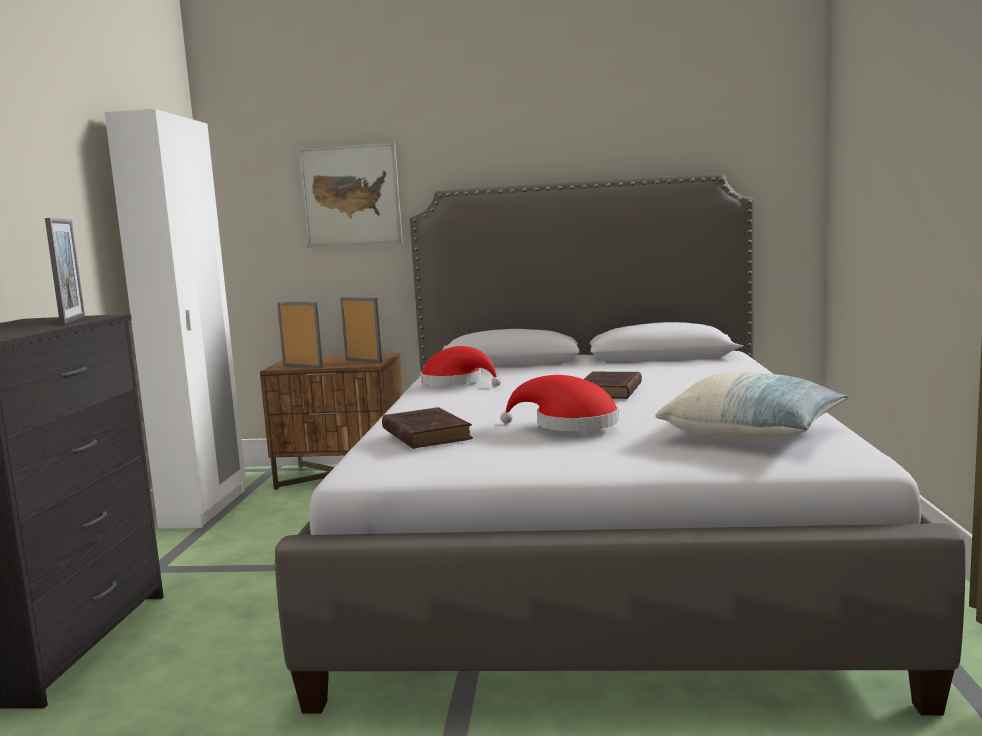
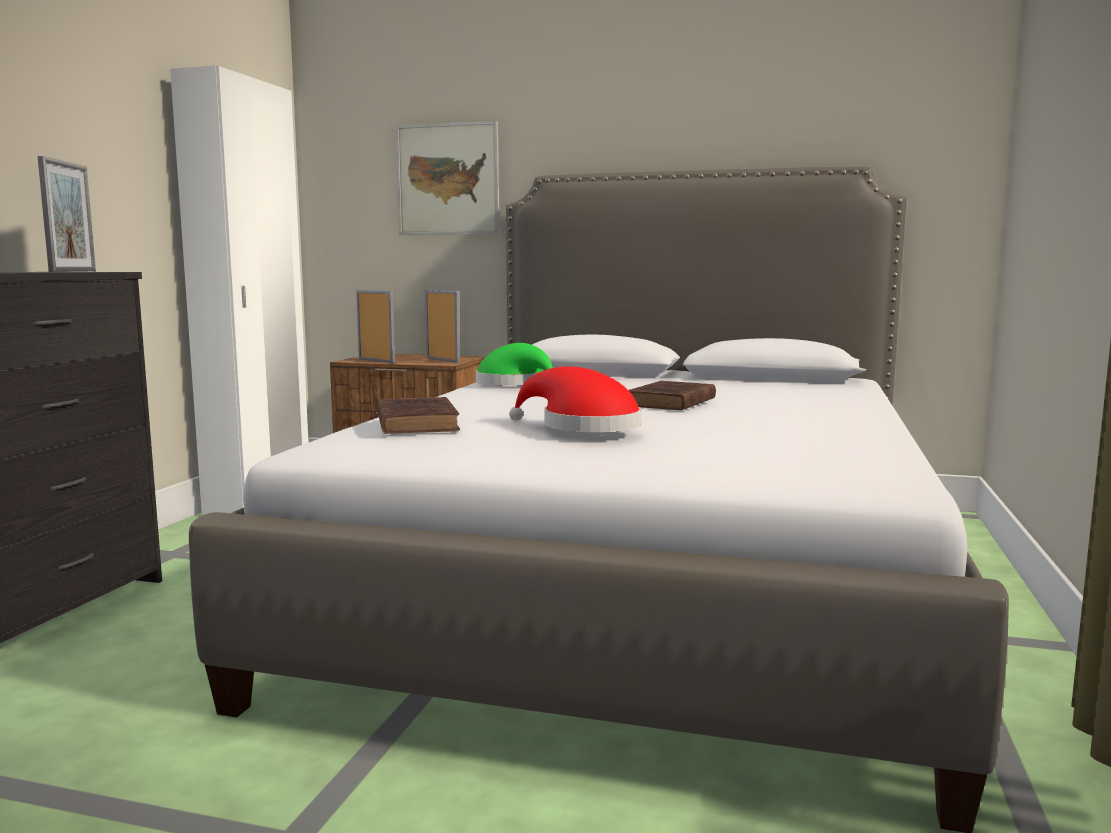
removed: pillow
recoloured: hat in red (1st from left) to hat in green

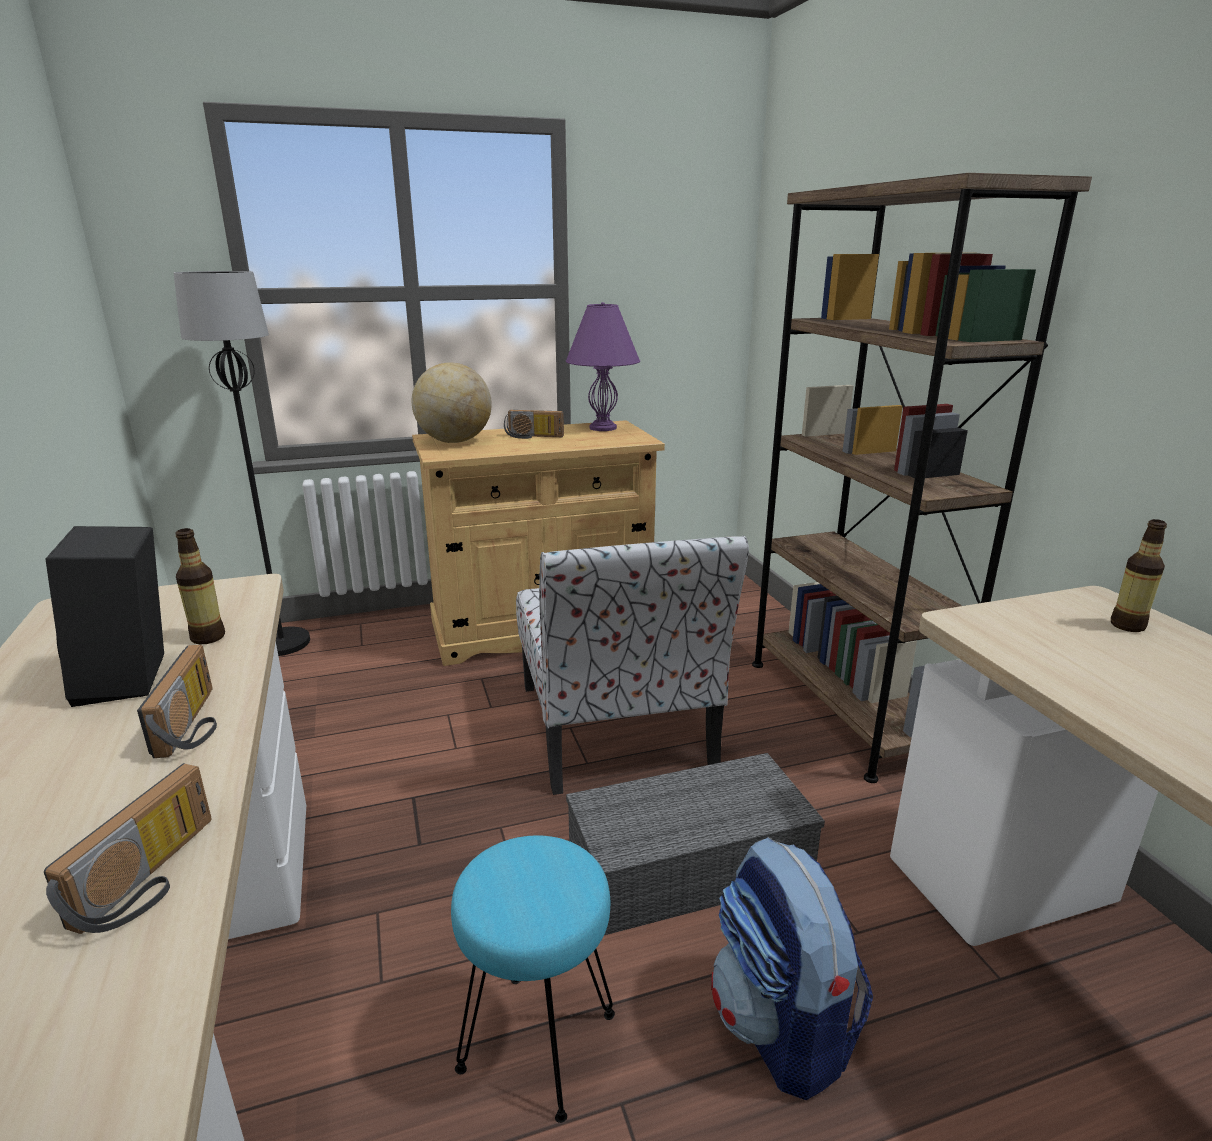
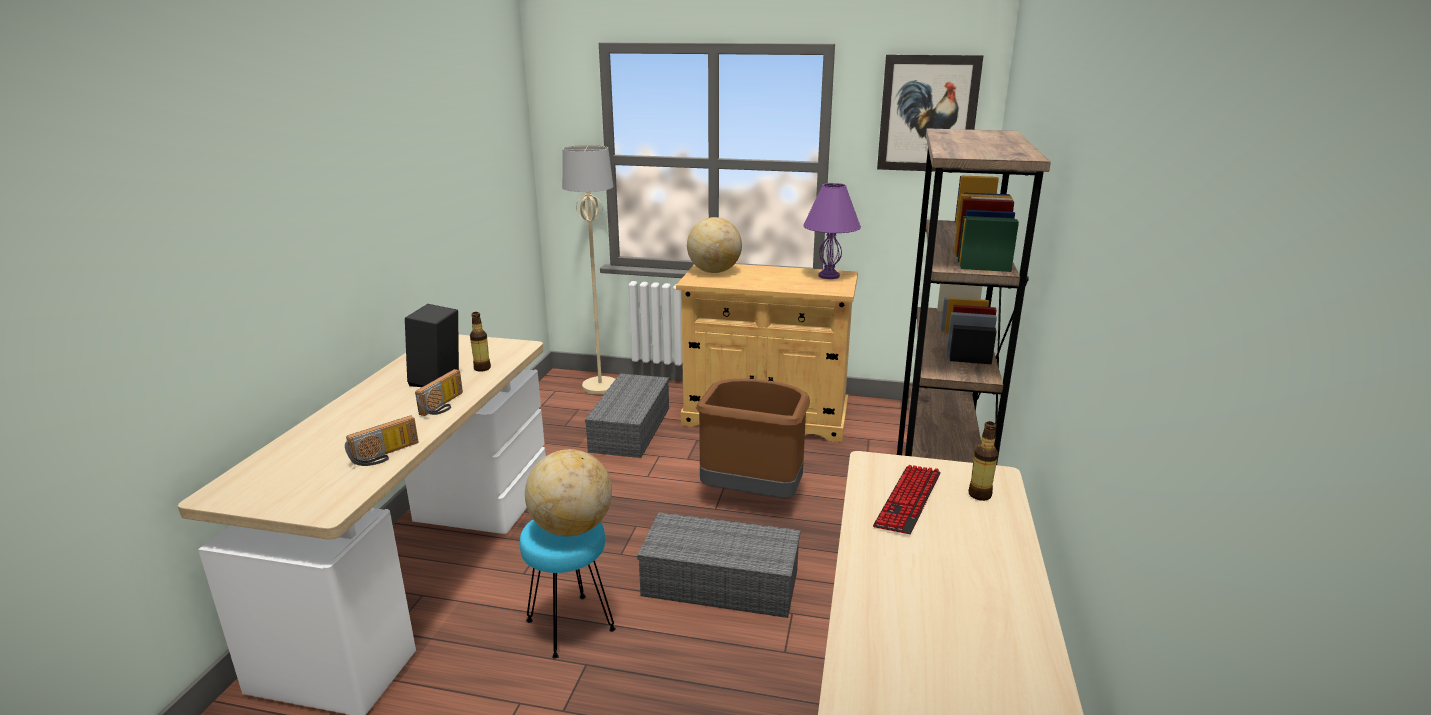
removed: radio (3rd from left); backpack
added: picture; storage box in grey (1st from left); globe (1st from left); keyboard
replaced: chair to trash can in brown
recoloured: floor lamp in black to floor lamp in beige

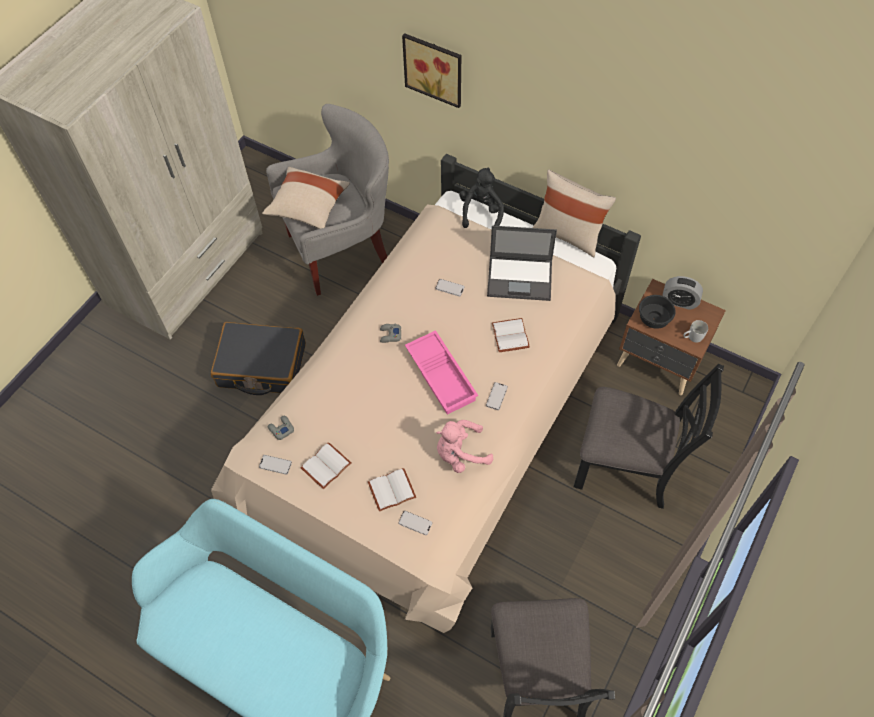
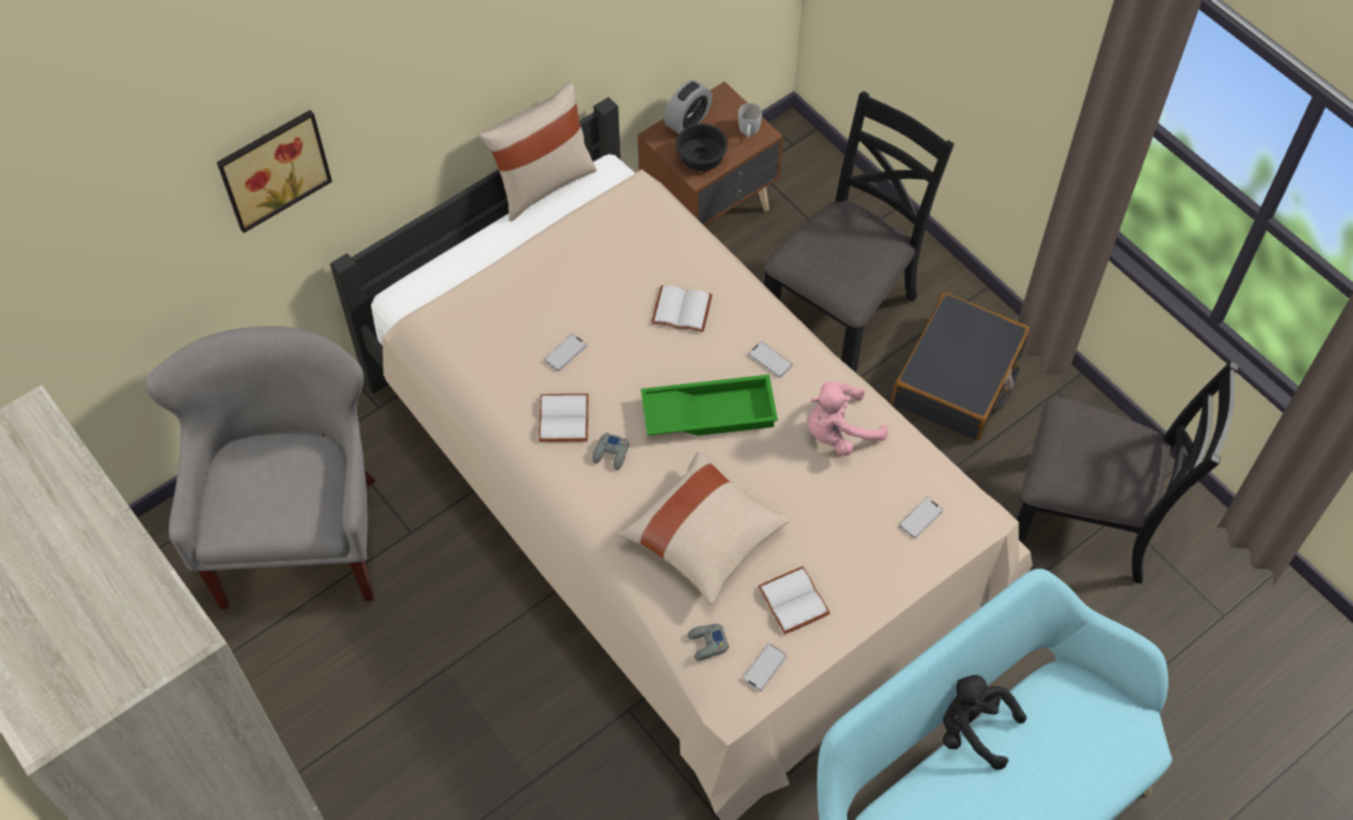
removed: laptop
moved: pillow in beige (1st from left in the first image) to pillow in beige (2nd from left); plush toy in black; suitcase in black; book in white (2nd from left in the first image) to book in white (1st from left)
recoloured: tray in pink to tray in green
turned: plush toy in pink 60 degrees clockwise

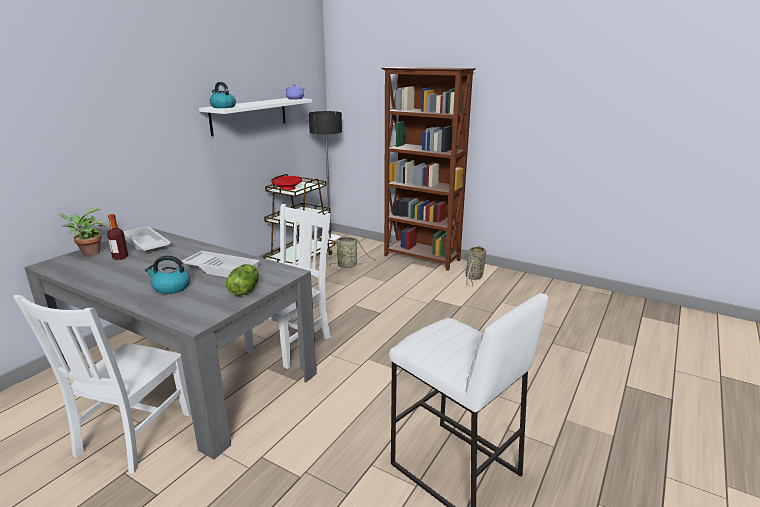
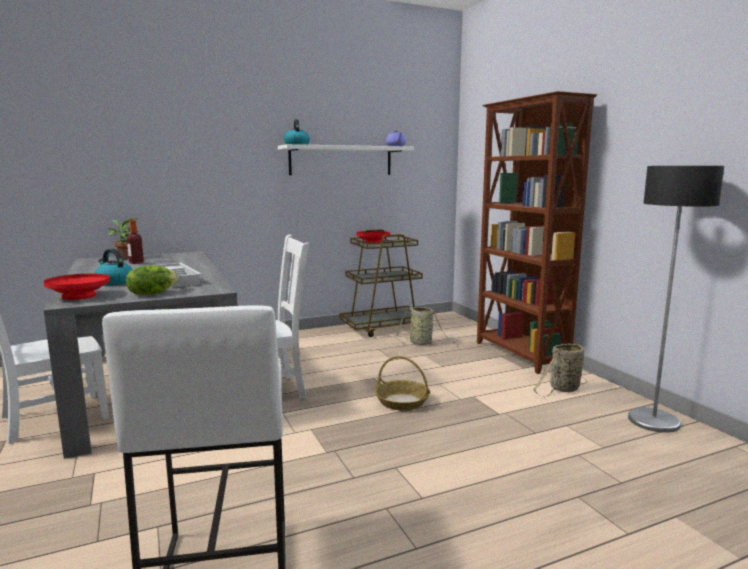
removed: tray in white (1st from left)
added: bowl in red (1st from left); basket (1st from left)
moved: floor lamp

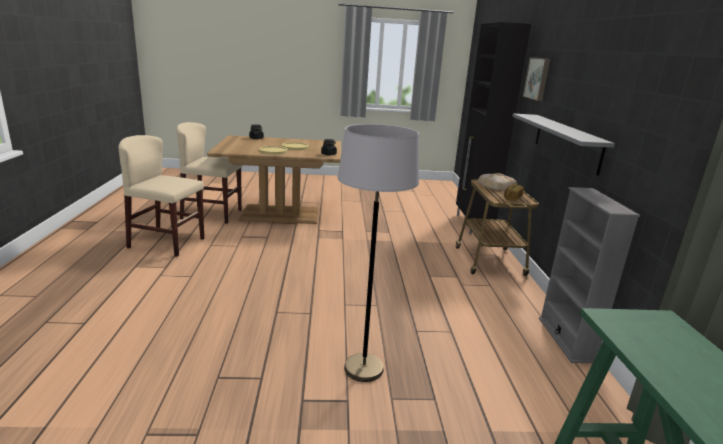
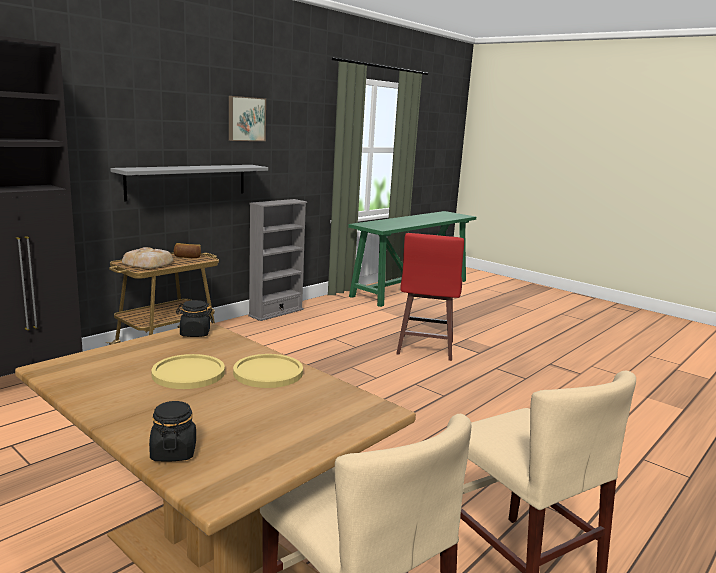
moved: picture
replaced: floor lamp in grey to stool in red

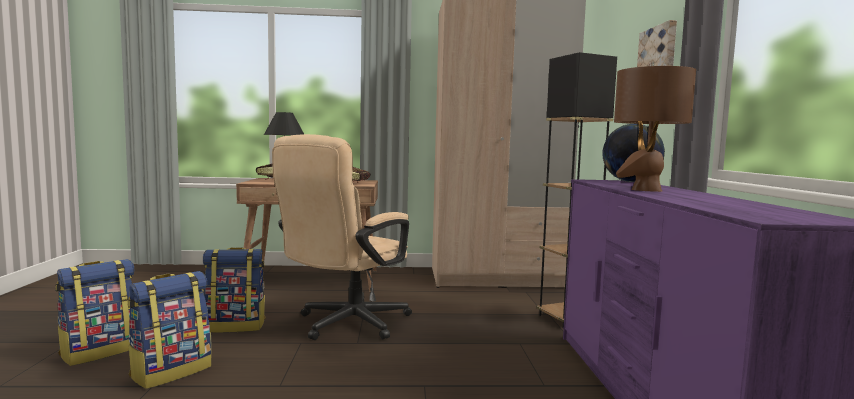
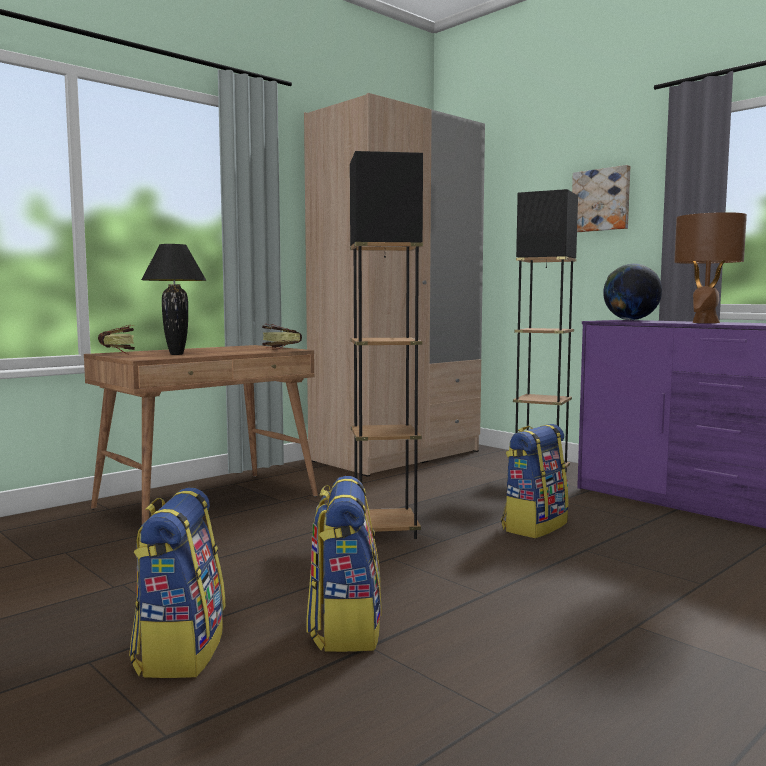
moved: backpack (3rd from left)
replaced: office chair in beige to floor lamp in black (1st from left)

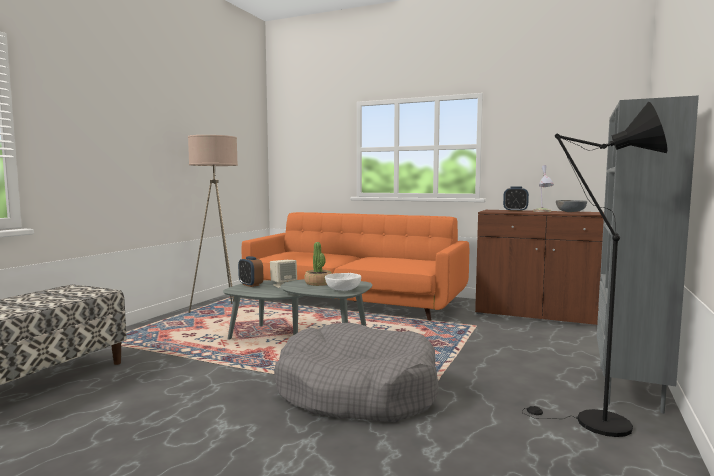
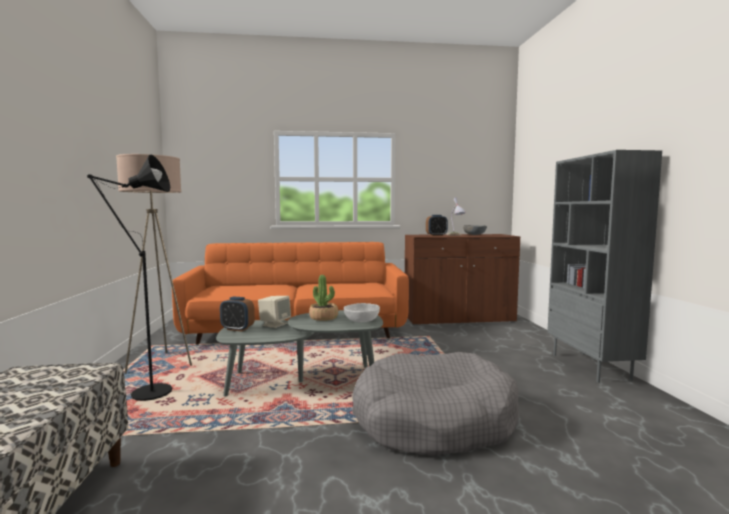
moved: floor lamp in black

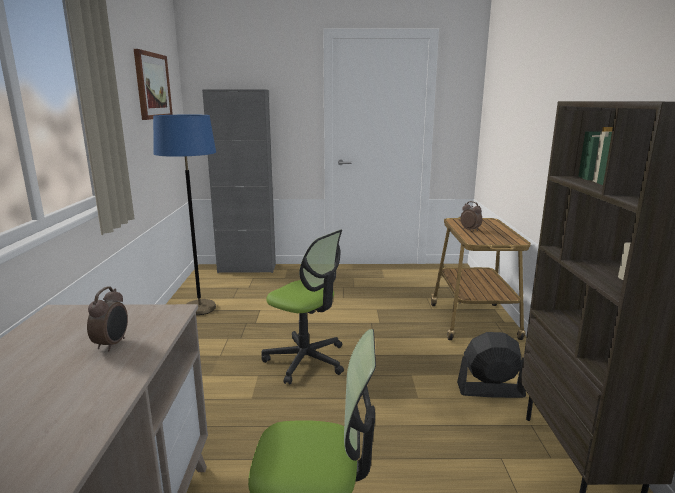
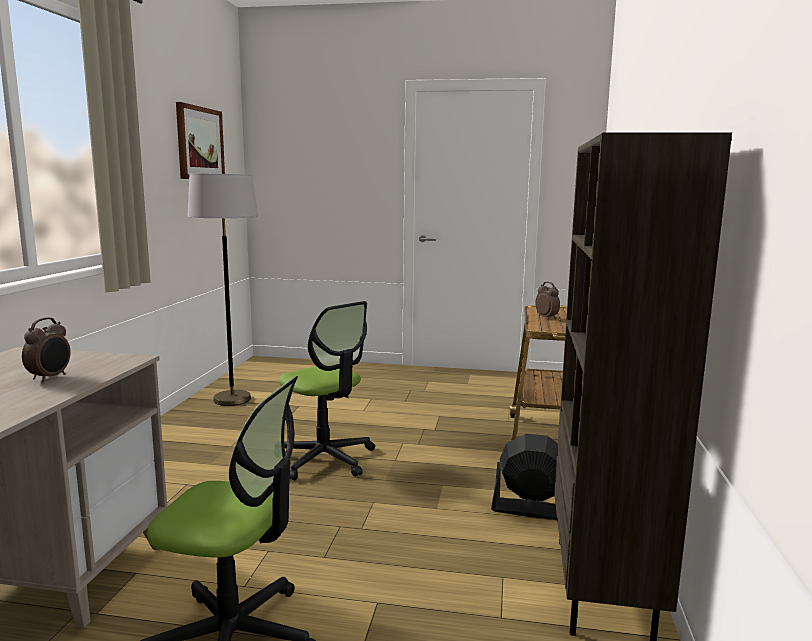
removed: cabinet in grey
recoloured: floor lamp in blue to floor lamp in grey

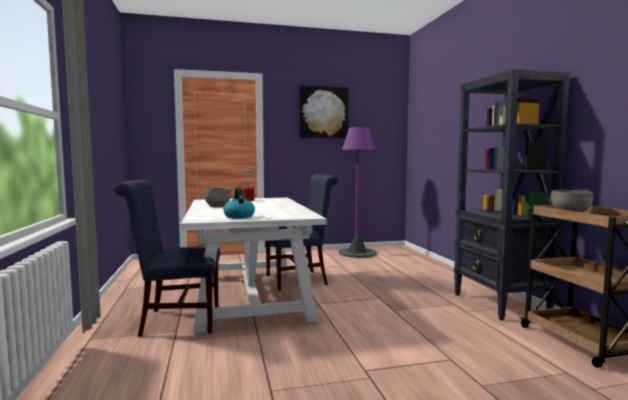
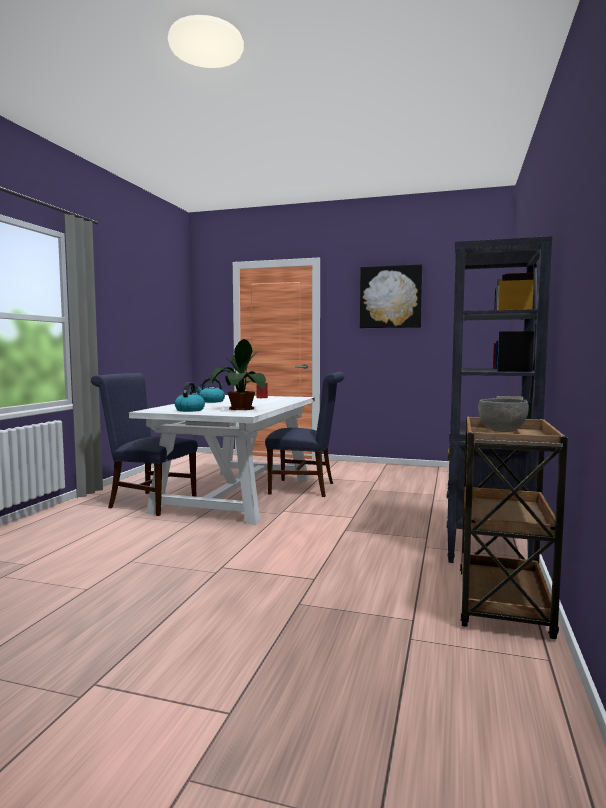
removed: floor lamp in purple
added: potted plant
replaced: bowl in grey (1st from left) to kettle (2nd from left)

